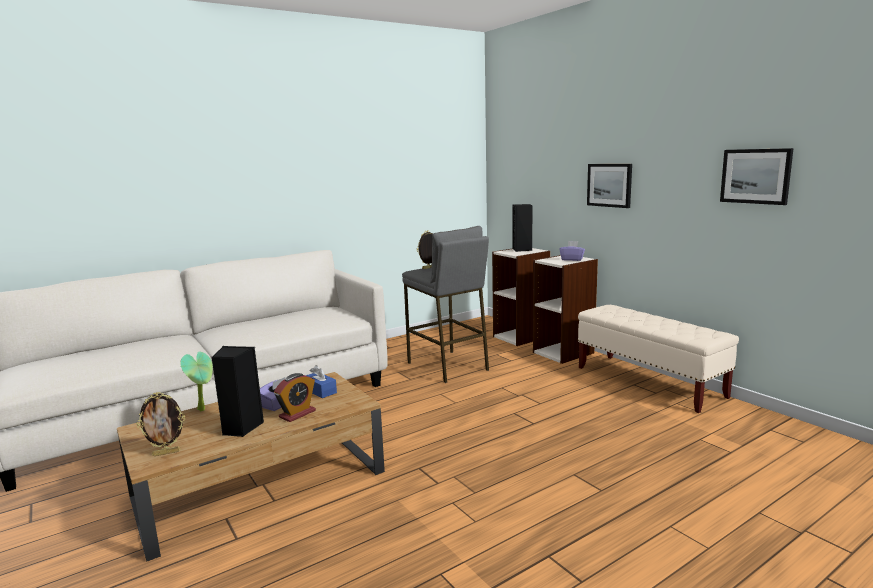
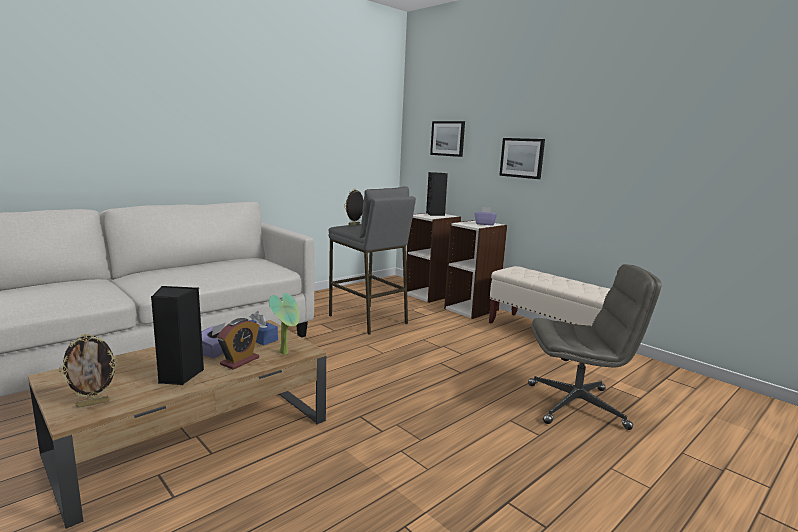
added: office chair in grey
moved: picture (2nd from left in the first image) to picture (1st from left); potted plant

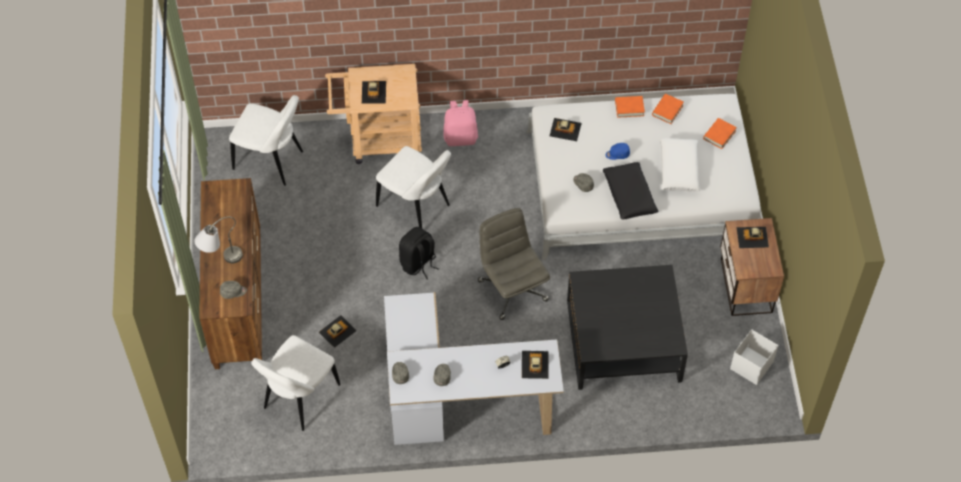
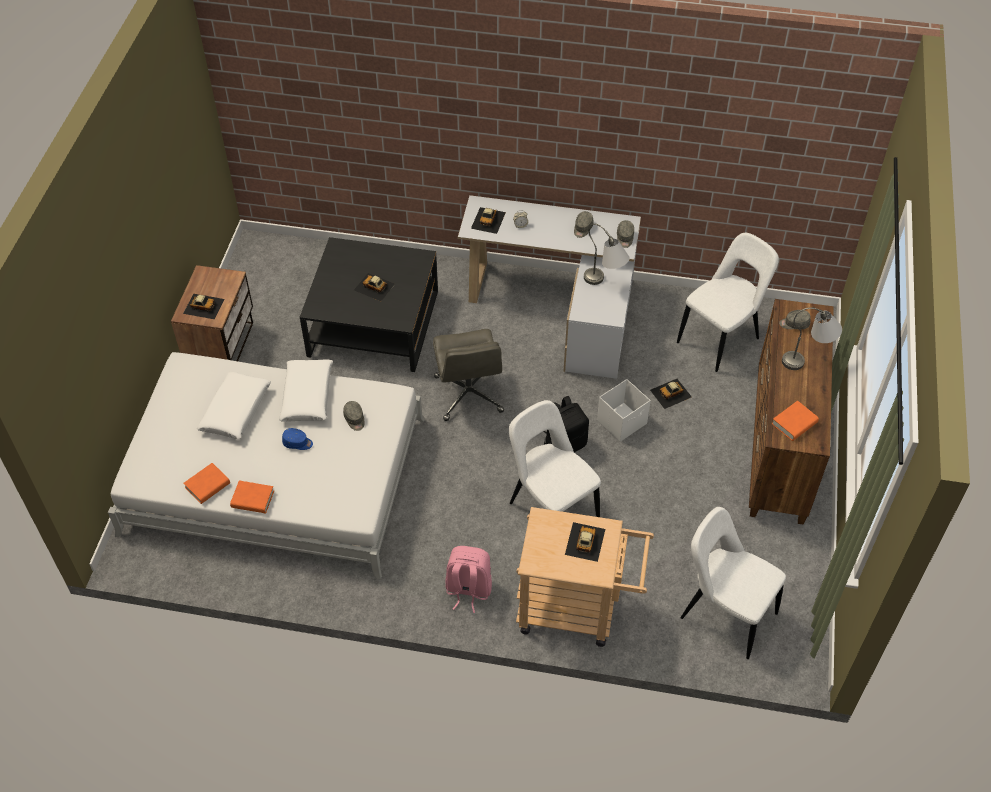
added: table lamp in grey (1st from left)
moved: toy car (4th from left in the first image) to toy car (2nd from left); book in orange (3rd from left); storage box in white
recoloured: pillow in black to pillow in white (2nd from left)

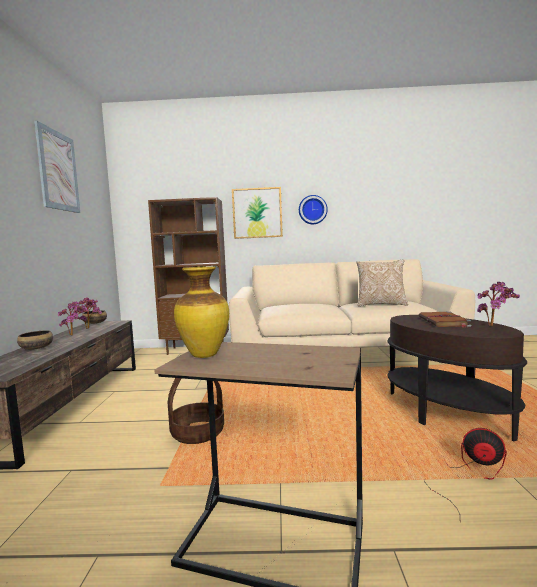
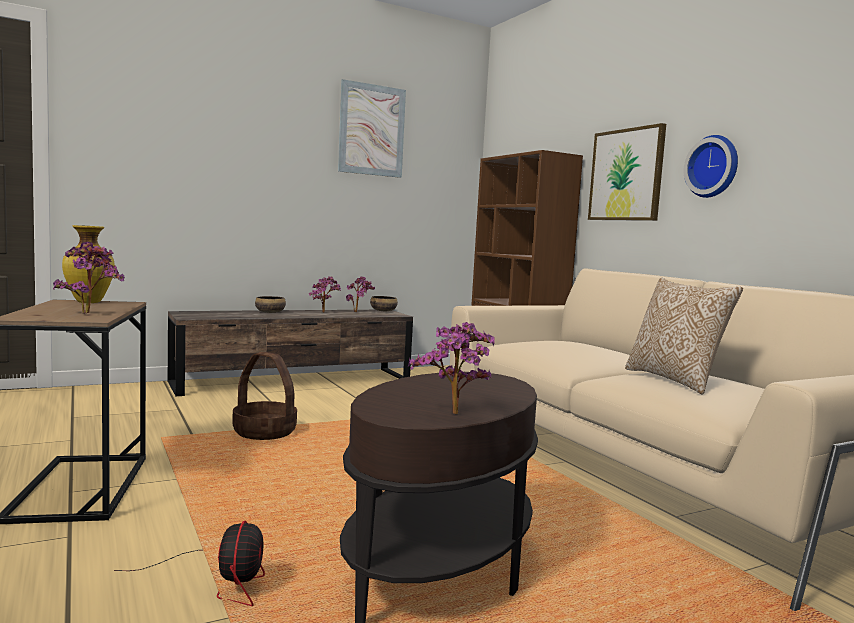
removed: book in brown
added: potted plant (1st from left)

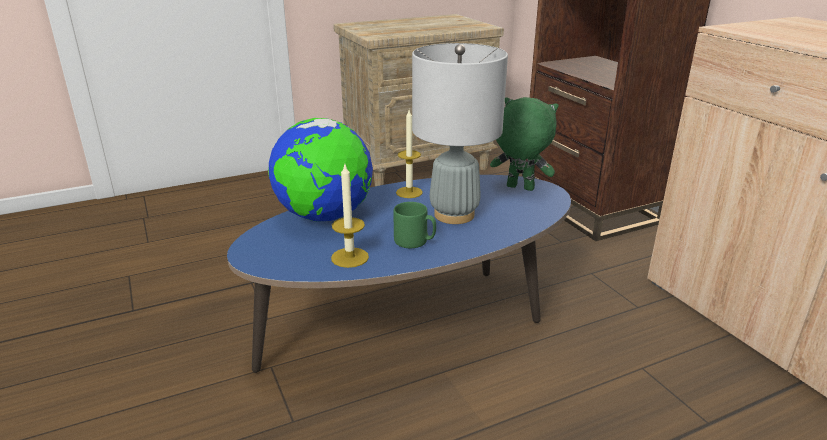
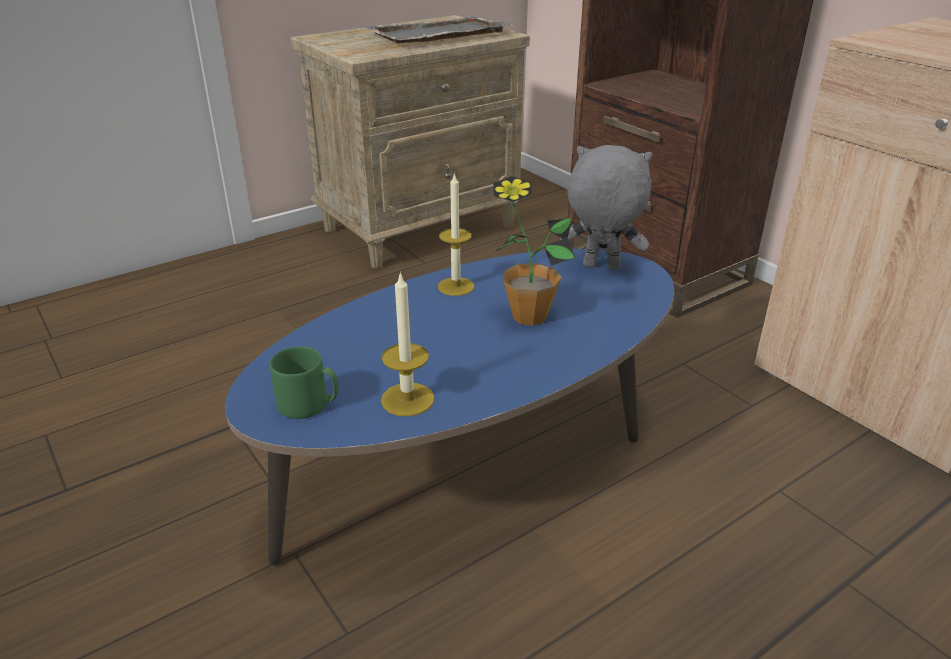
removed: globe
added: tray in grey
moved: mug in green
replaced: table lamp in grey to potted plant
recoloured: plush toy in green to plush toy in grey

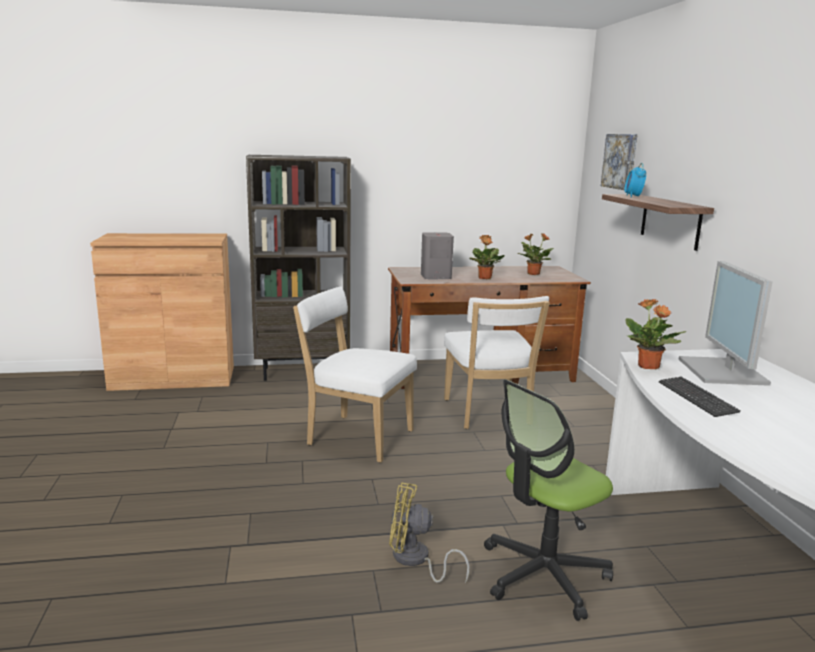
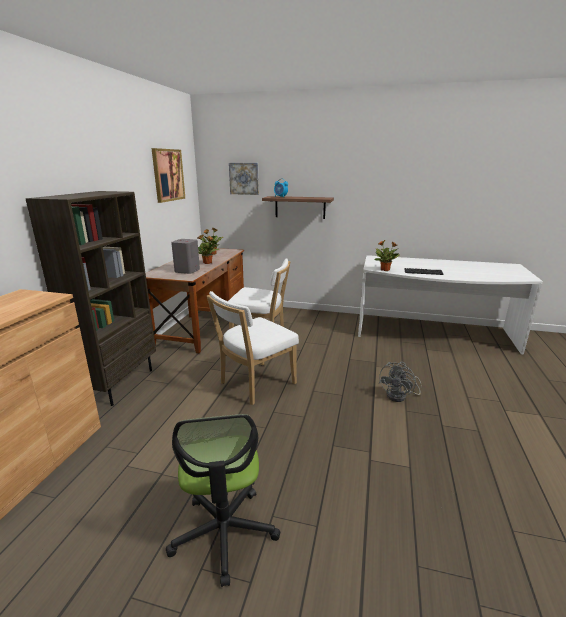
removed: monitor
added: picture (1st from left)
moved: office chair
recoloured: fan in yellow to fan in grey

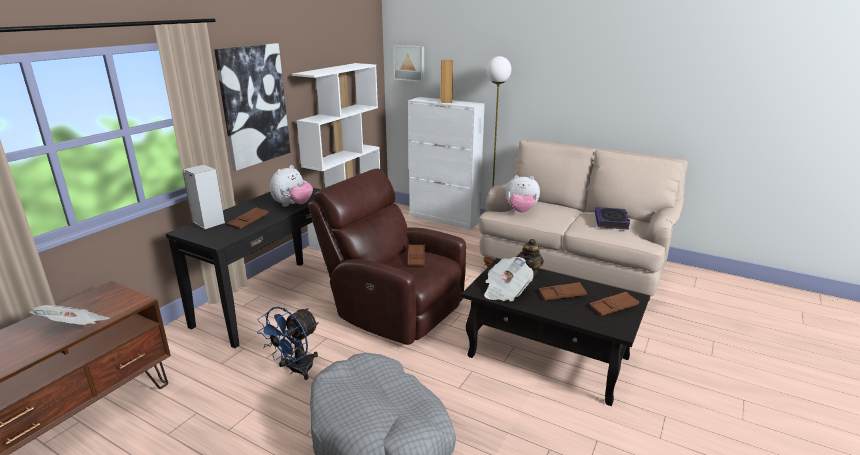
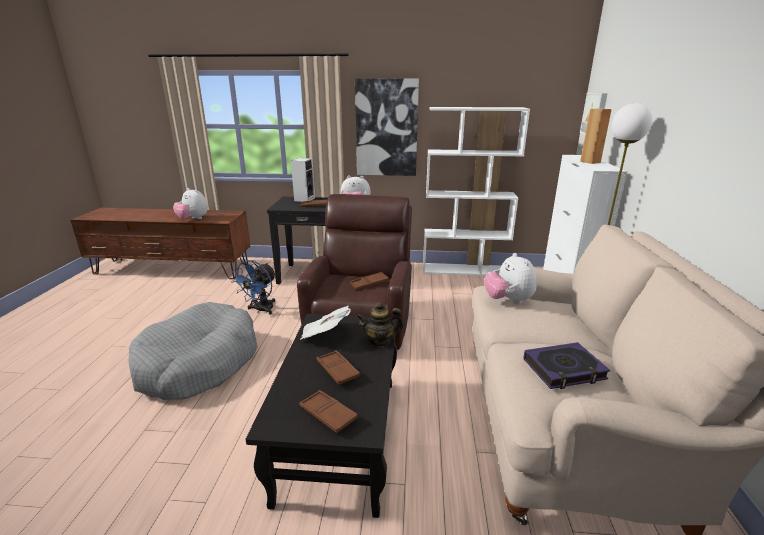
replaced: newspaper (1st from left) to plush toy (1st from left)
turned: fan in blue 75 degrees counterclockwise

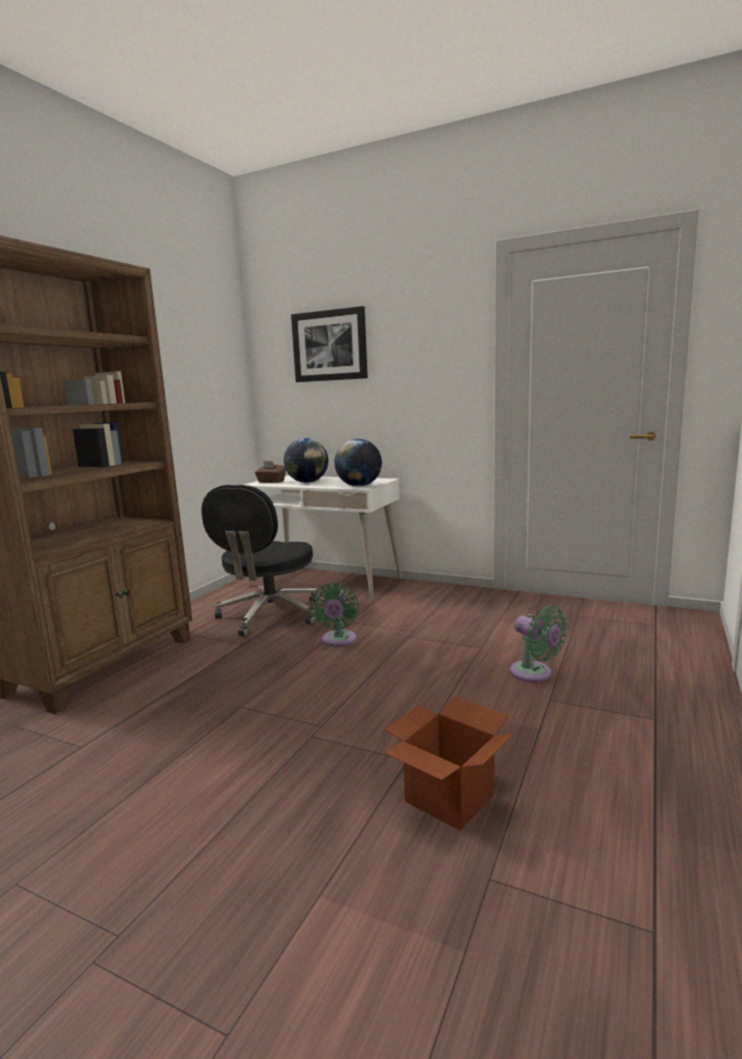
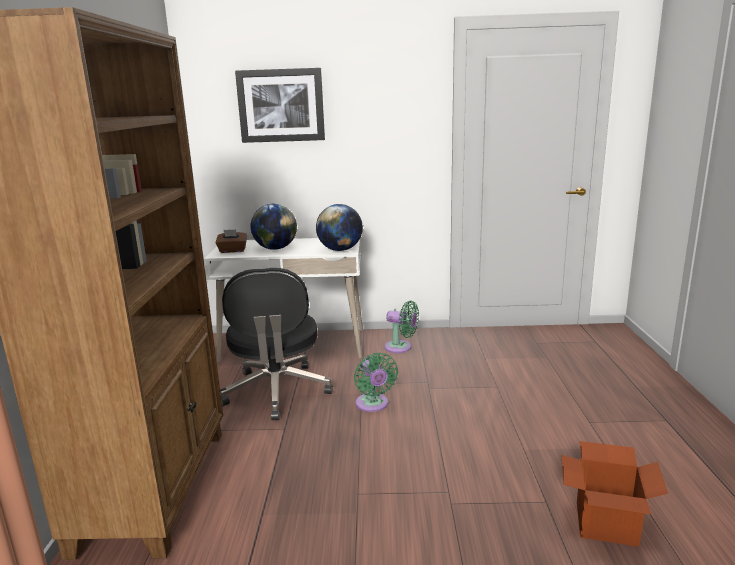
moved: fan in green (2nd from left)

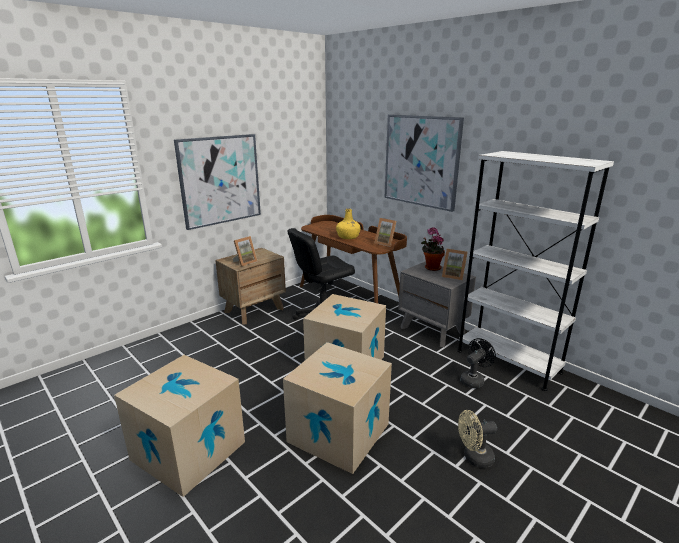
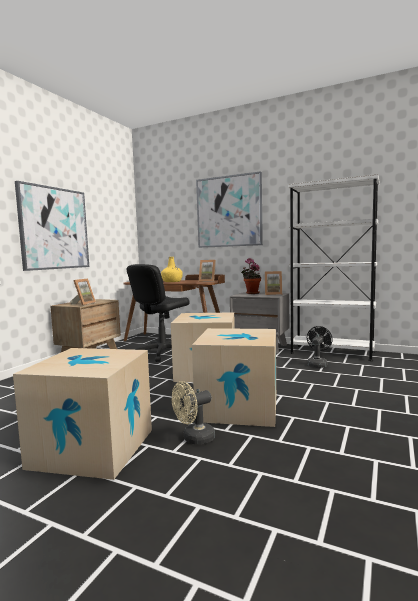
moved: fan in beige

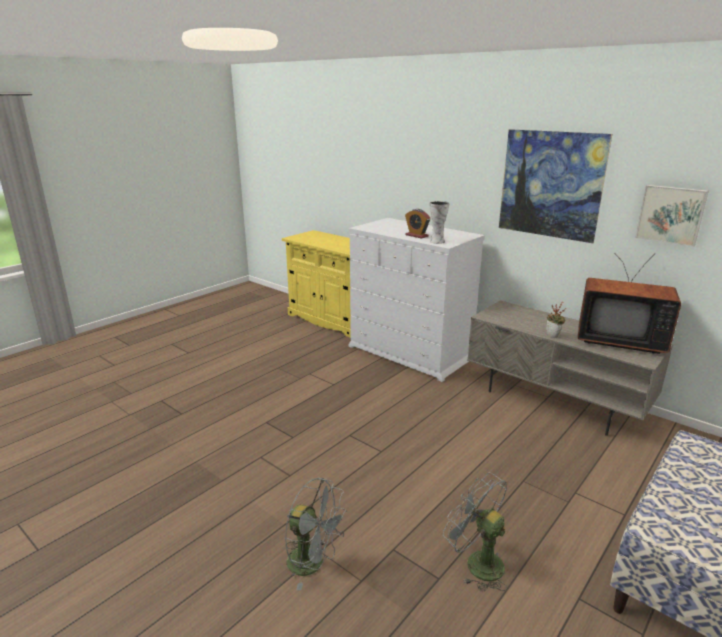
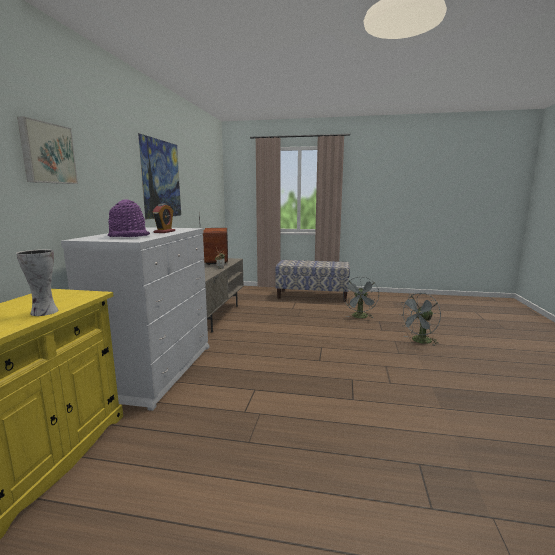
added: hat in purple
moved: picture (2nd from left in the first image) to picture (1st from left); vase
turned: fan in grey (1st from left in the first image) 120 degrees counterclockwise

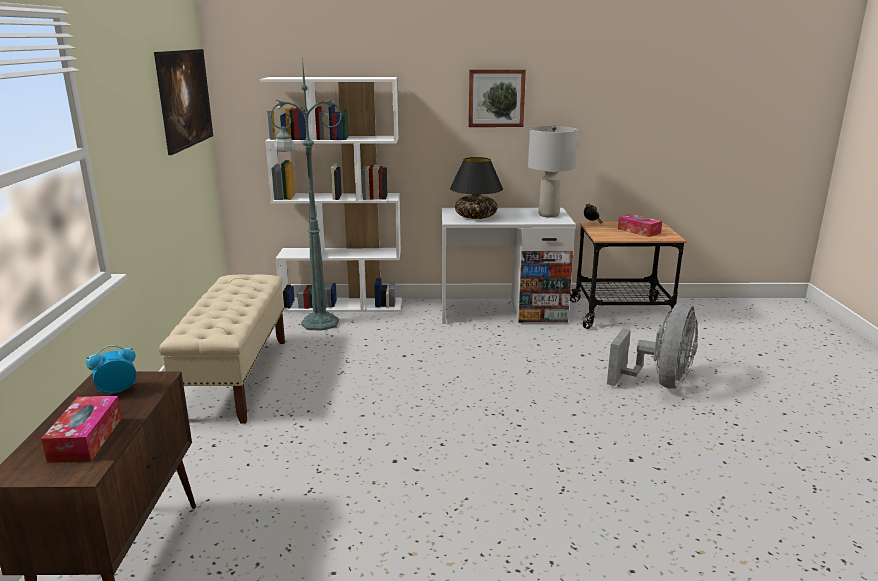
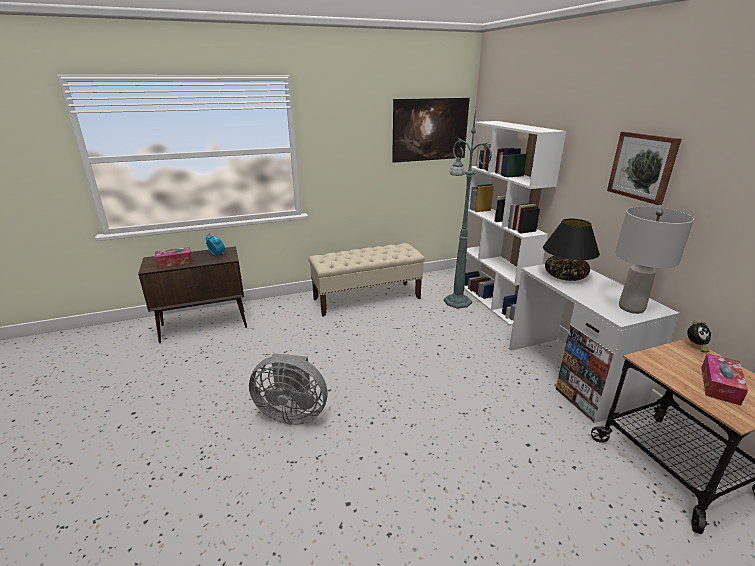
moved: fan in grey

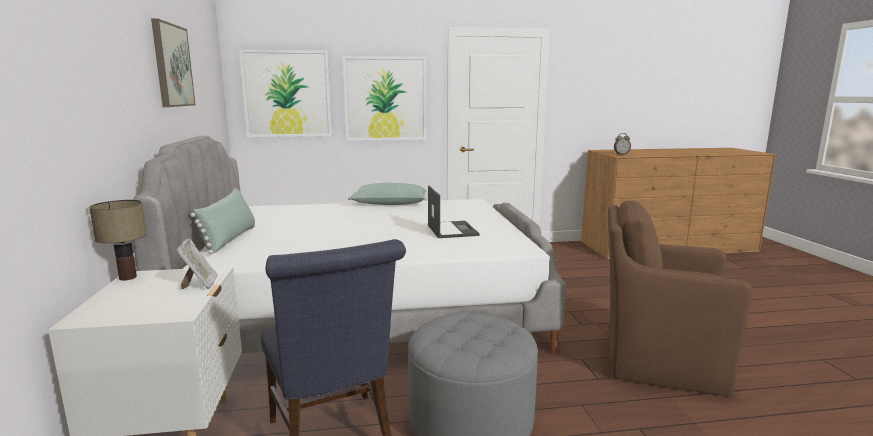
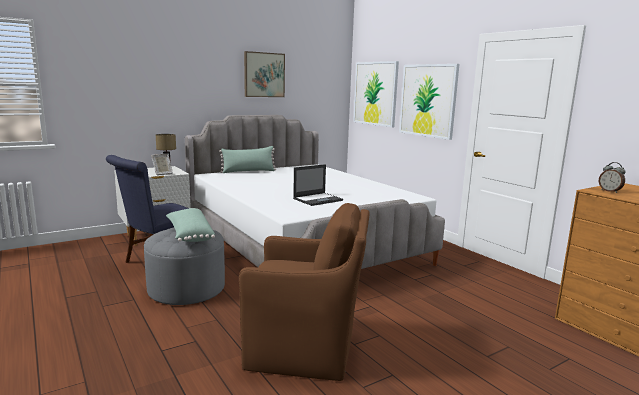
moved: pillow in green (2nd from left in the first image) to pillow in green (1st from left)
turned: armchair in brown 105 degrees clockwise

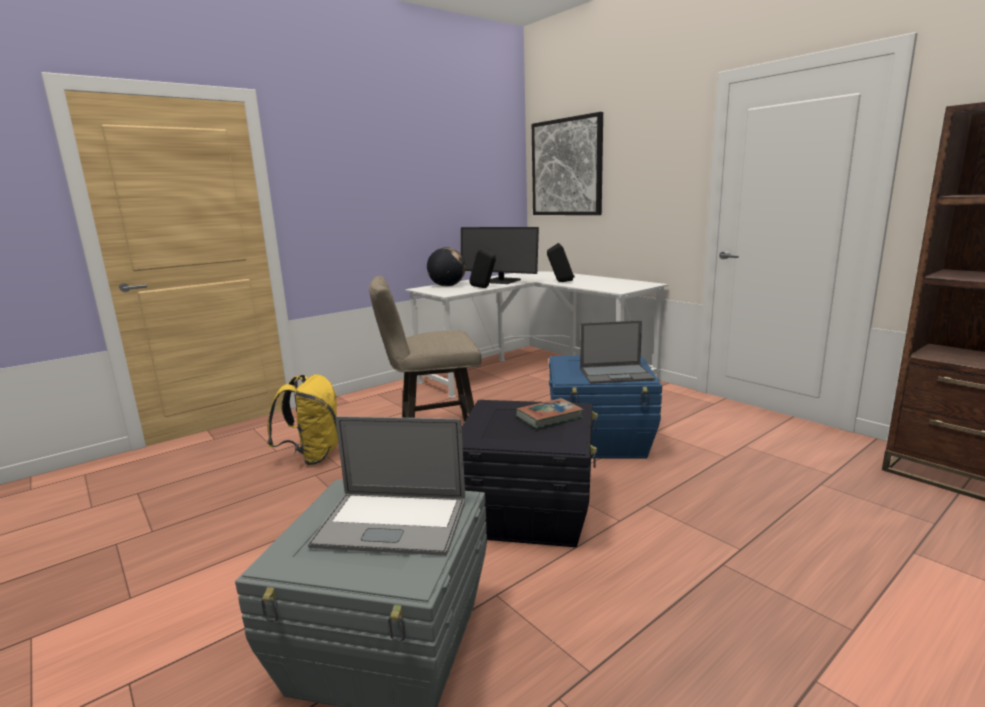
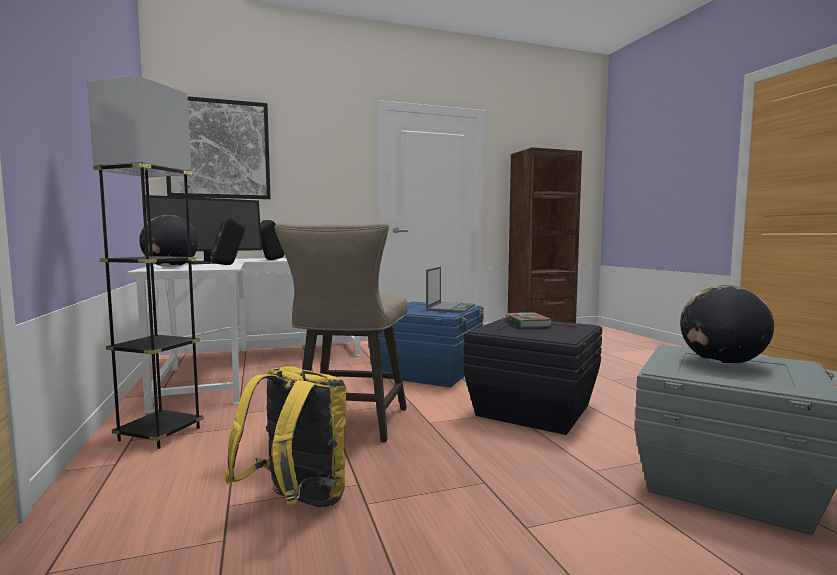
added: floor lamp in black
replaced: laptop (1st from left) to globe (2nd from left)

